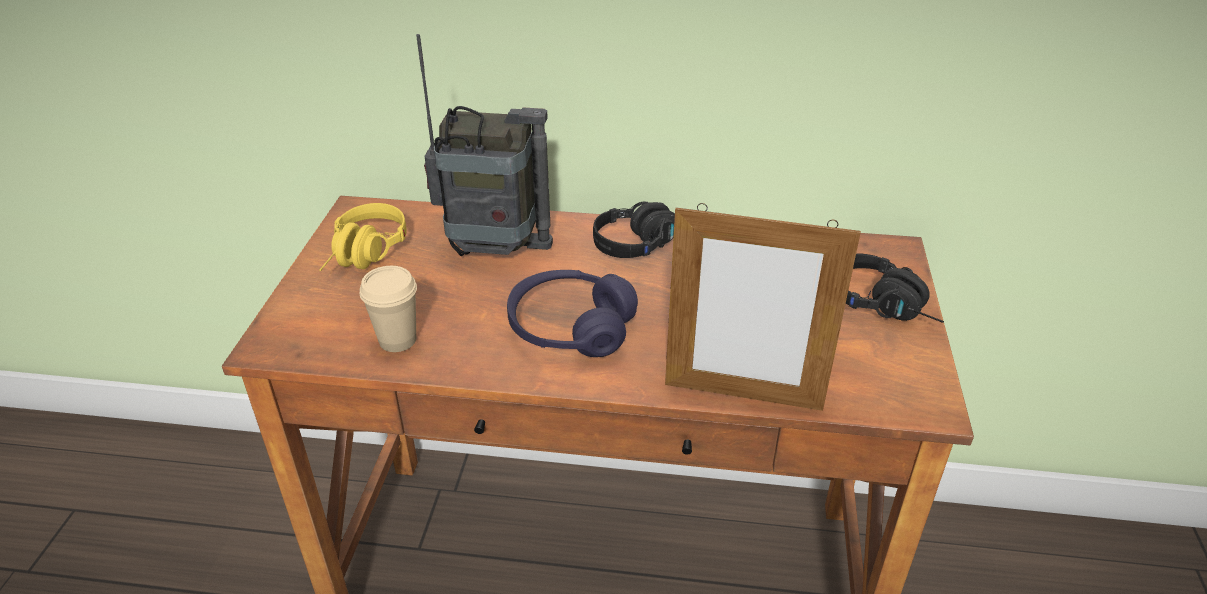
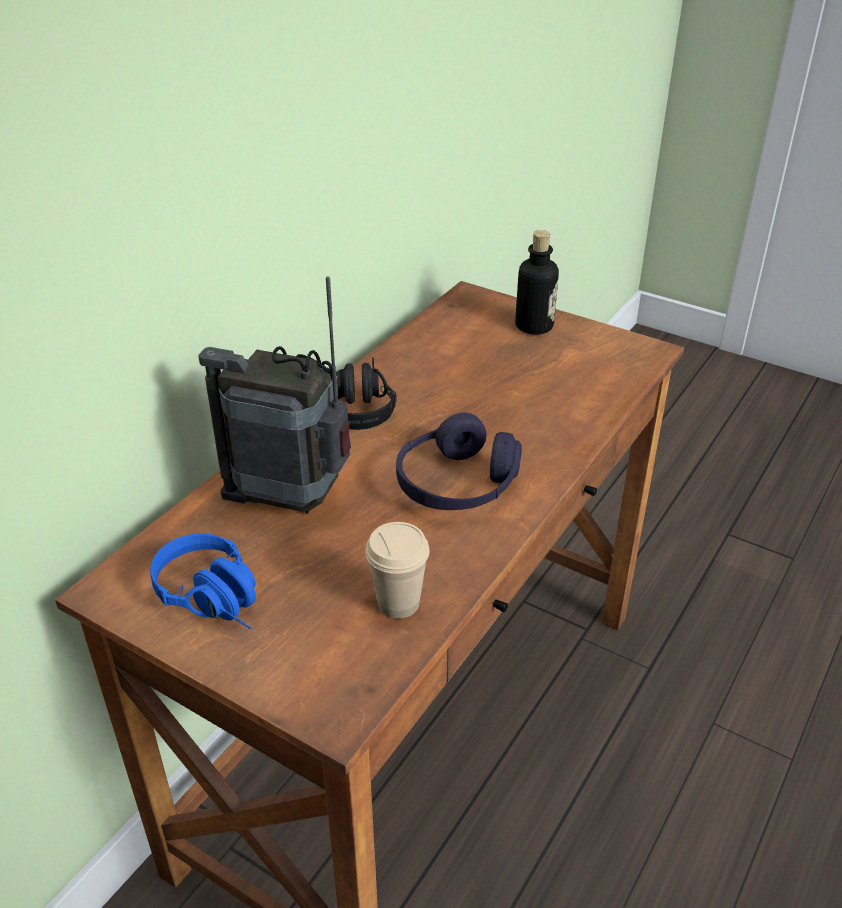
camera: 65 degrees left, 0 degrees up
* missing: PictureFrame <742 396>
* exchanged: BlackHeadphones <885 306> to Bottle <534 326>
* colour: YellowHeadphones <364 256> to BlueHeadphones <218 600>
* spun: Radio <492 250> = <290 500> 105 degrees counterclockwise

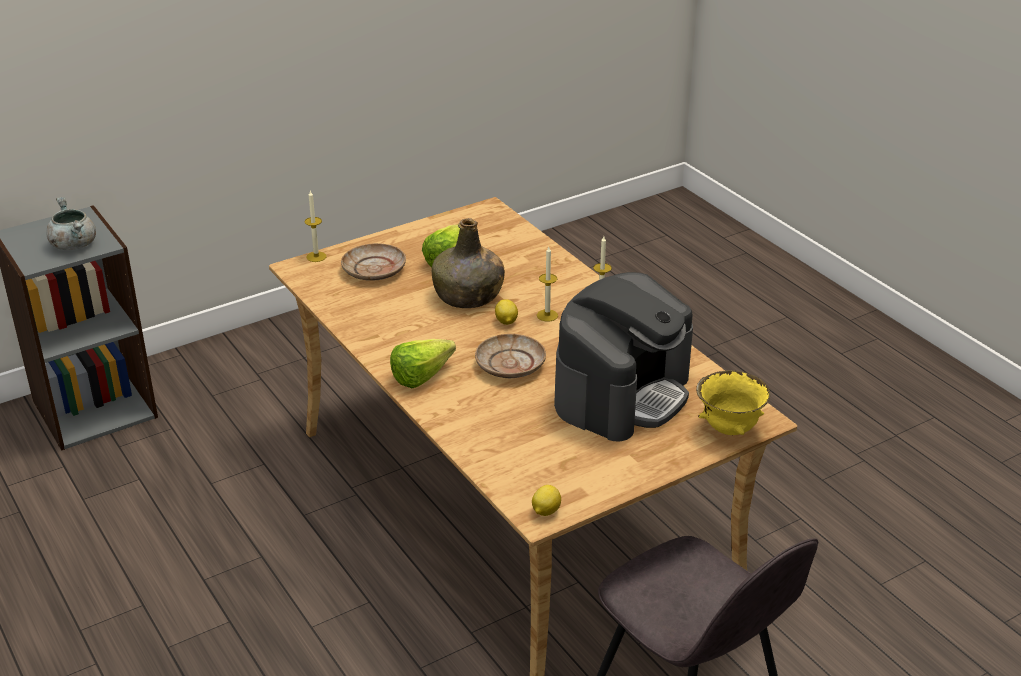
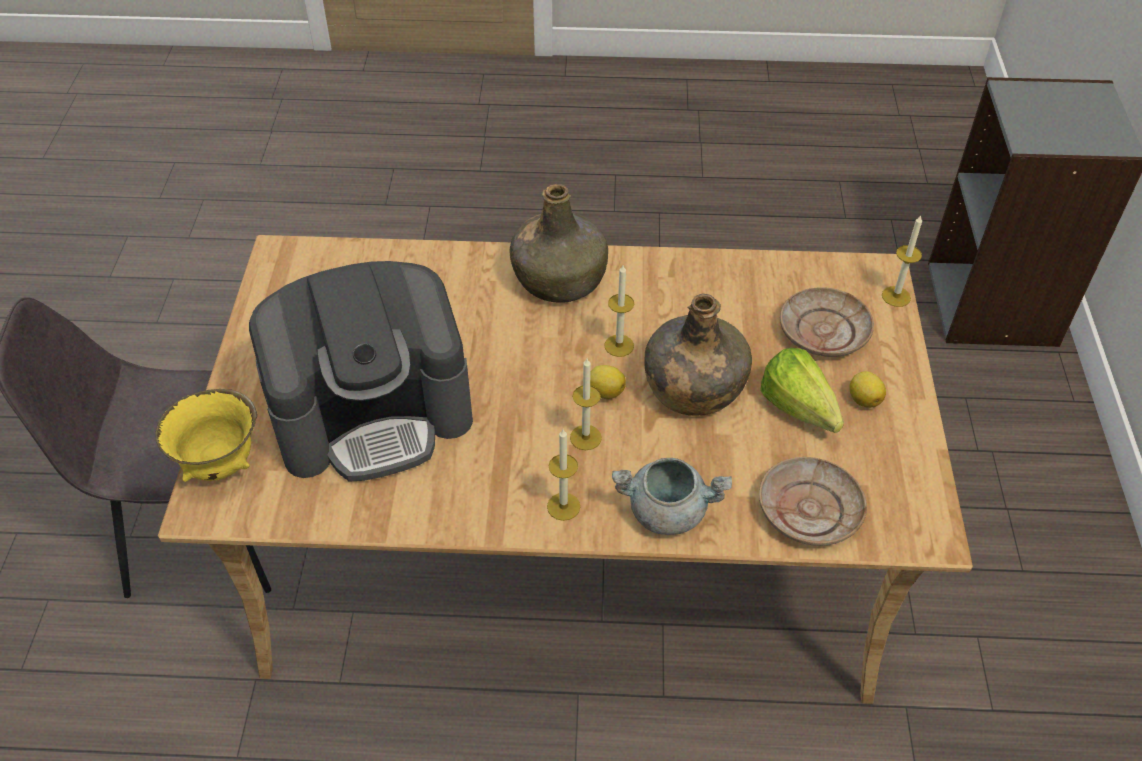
camera: 125 degrees right, 15 degrees up
* appeared: Candle <619 345>
* relocated: GreyCookingPot <73 245> to <667 511>
* relocated: BeigePlate <510 365> to <808 510>
* relocated: Lemon <545 511> to <863 399>
* exchanged: Lettuce <427 375> to GreenBottle <559 279>
* spun: CoffeeMachine <622 393> = <373 413> 90 degrees counterclockwise

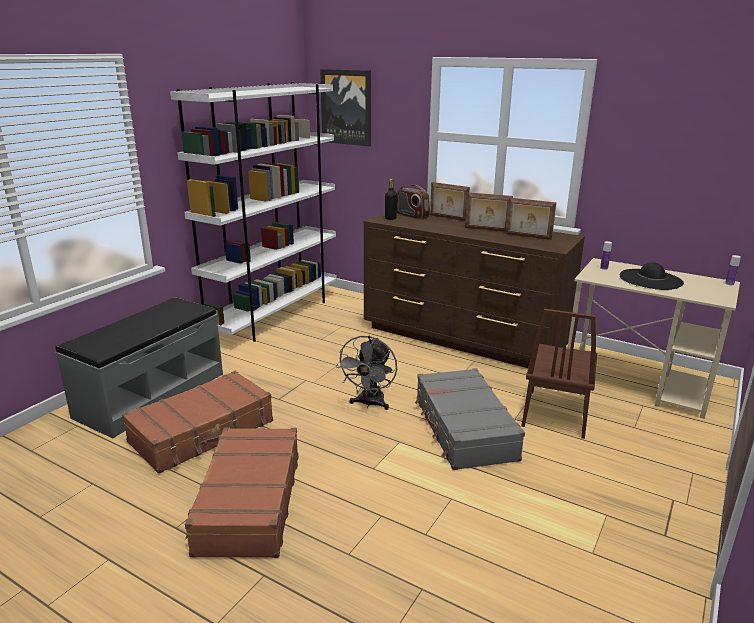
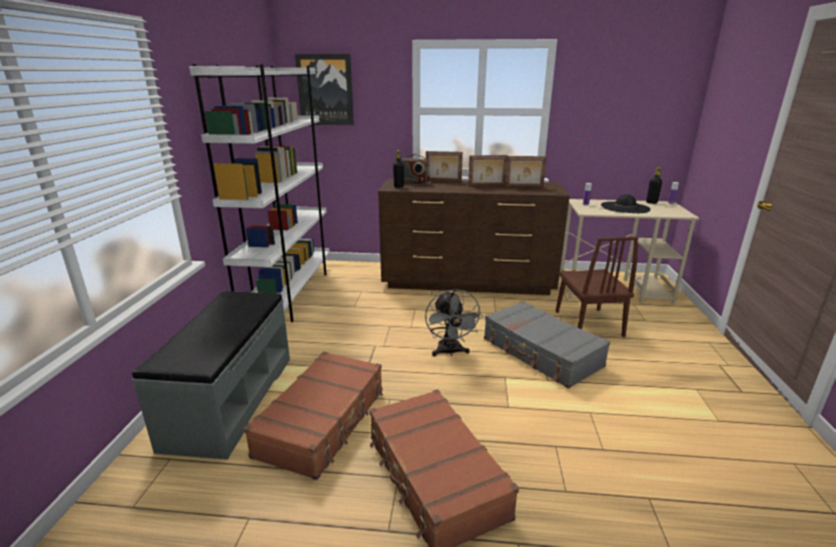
camera: 25 degrees left, 0 degrees up
* appeared: BlackBottle <651 202>

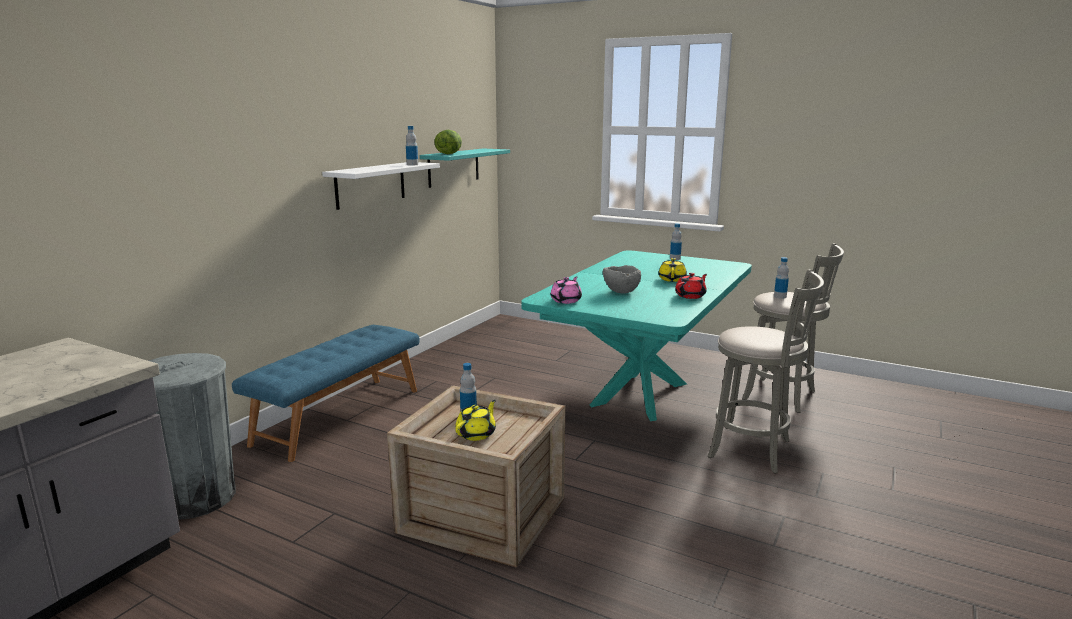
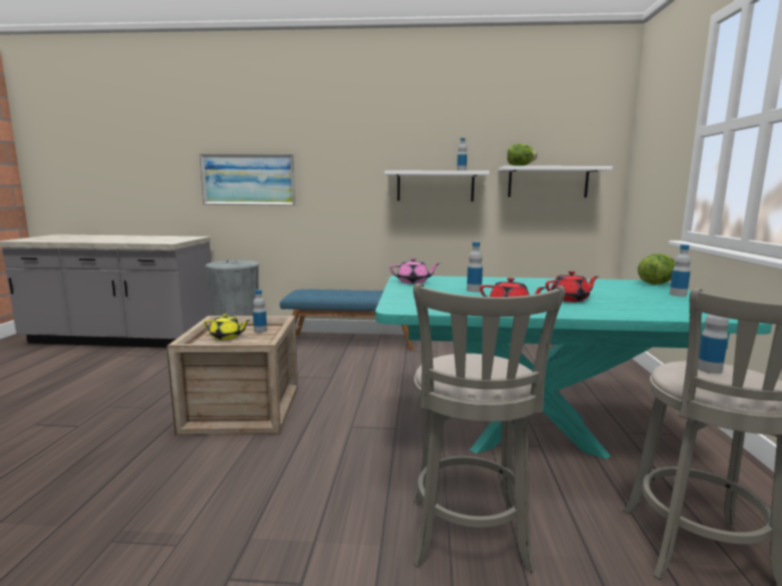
camera: 65 degrees right, 5 degrees down
* appeared: Picture <248 179>
* appeared: Lettuce <656 284>
* exchanged: GreyBowl <620 292> to Bottle <474 290>
* colour: TurquoiseShelf <453 167> to WhiteShelf <548 182>
* colour: YellowTeapot <672 279> to RedTeapot <570 299>

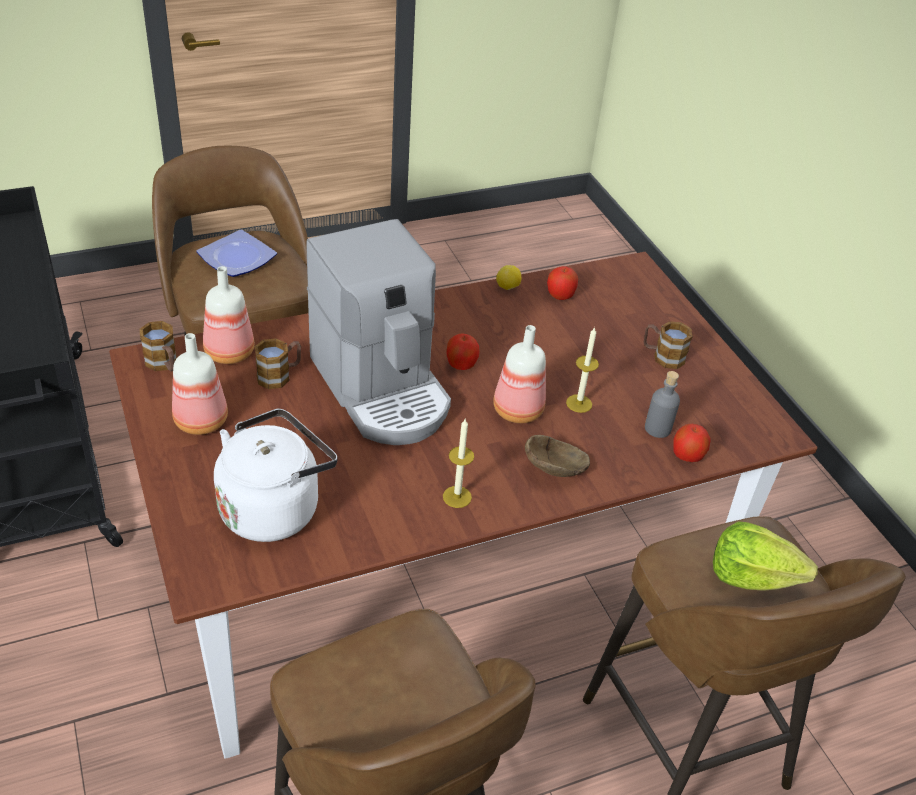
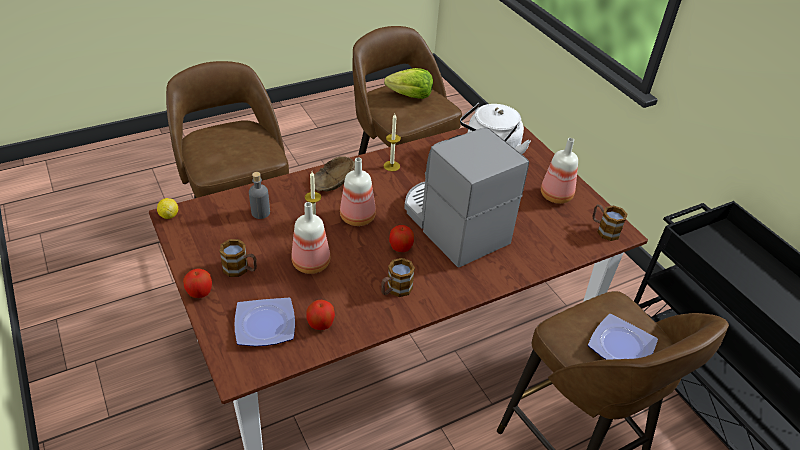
camera: 175 degrees right, 0 degrees up
* appeared: Plate <266 324>
* relocated: Bottle <228 353> to <311 262>
* relocated: Mug <279 375> to <395 290>
* relocated: Lemon <508 288> to <169 215>
* relocated: Apple <687 456> to <200 293>
* relocated: Lettuce <751 577> to <410 96>

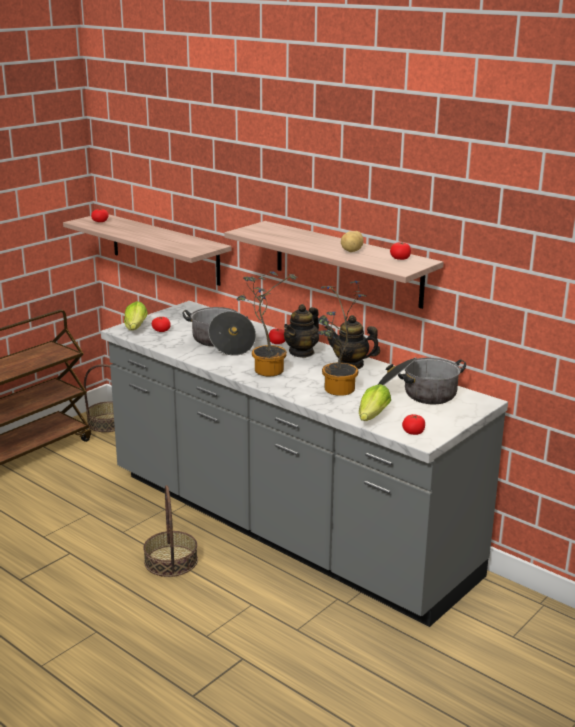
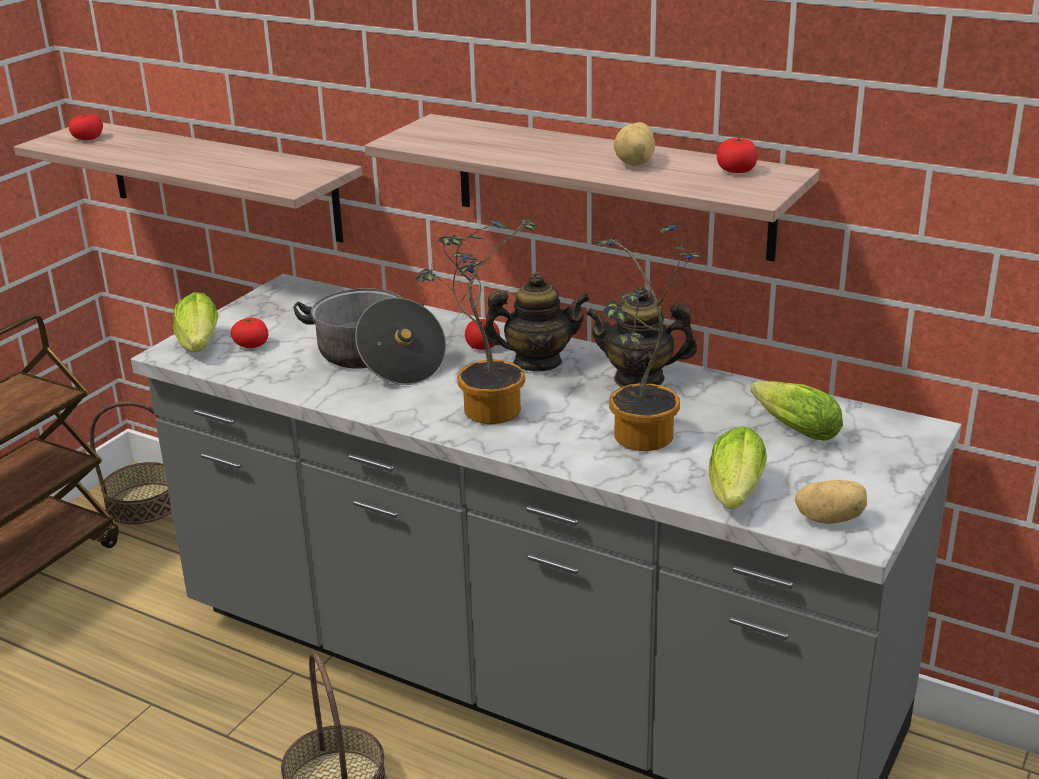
camera: 10 degrees left, 5 degrees up
* exchanged: CookingPot <417 394> to Lettuce <791 428>
* exchanged: Tomato <413 432> to Potato <829 519>
* spun: Teapot <302 352> = <537 362> 120 degrees counterclockwise

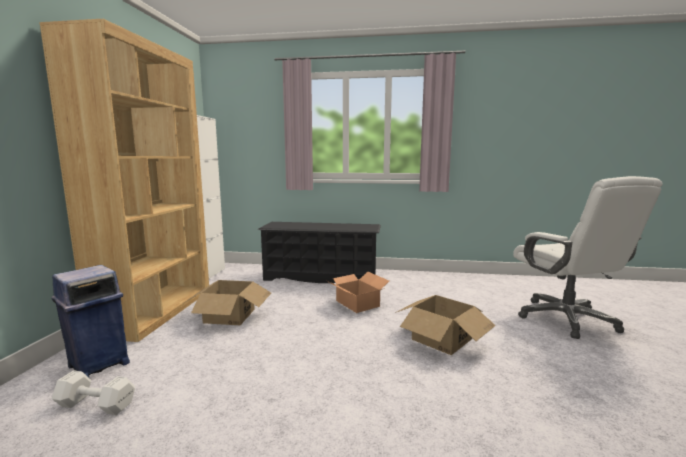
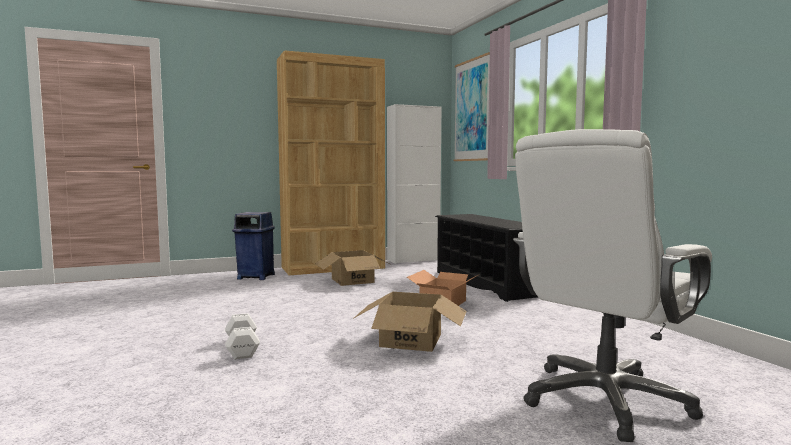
camera: 60 degrees right, 5 degrees down
* appeared: Picture <472 110>
* relocated: WhiteDumbbell <95 404> to <242 347>

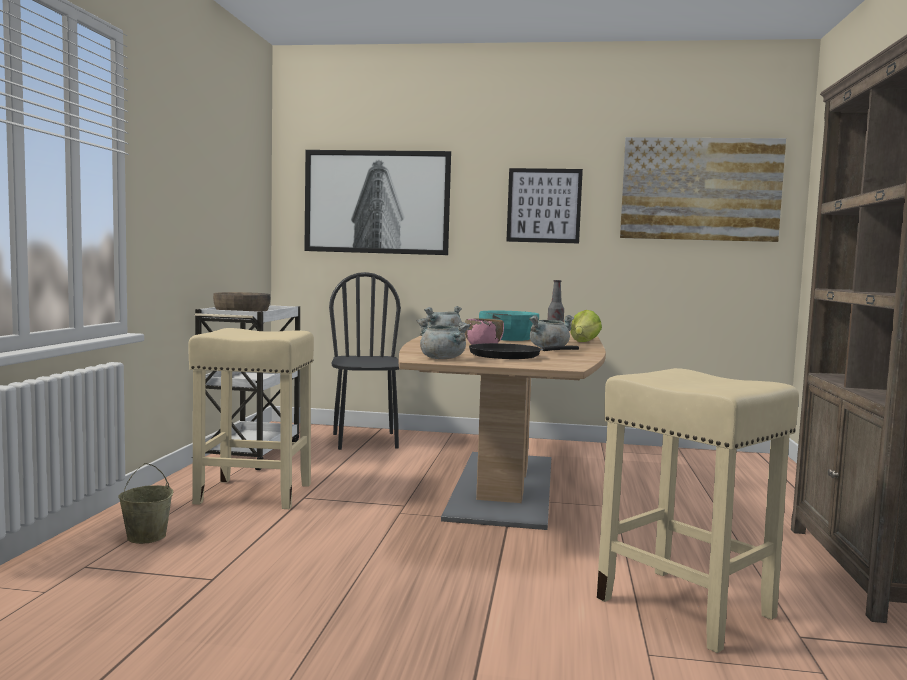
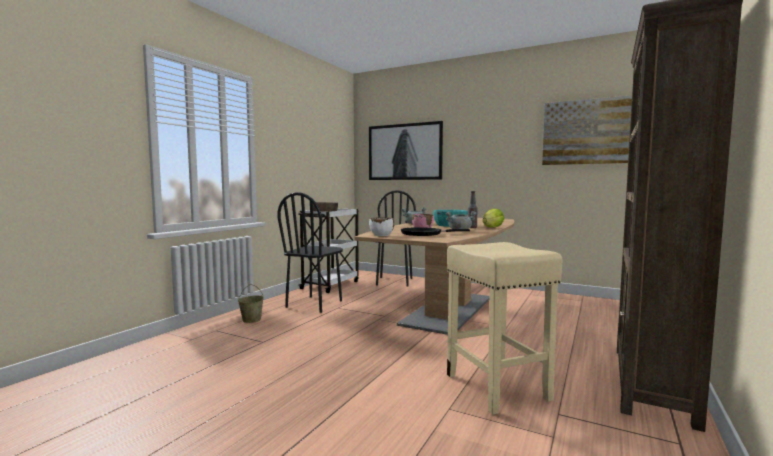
camera: 20 degrees right, 0 degrees up
* missing: Picture <544 205>
* exchanged: BeigeStool <252 494> to BlackChair <314 304>
* exchanged: GreyCookingPot <443 358> to WhiteBowl <381 235>

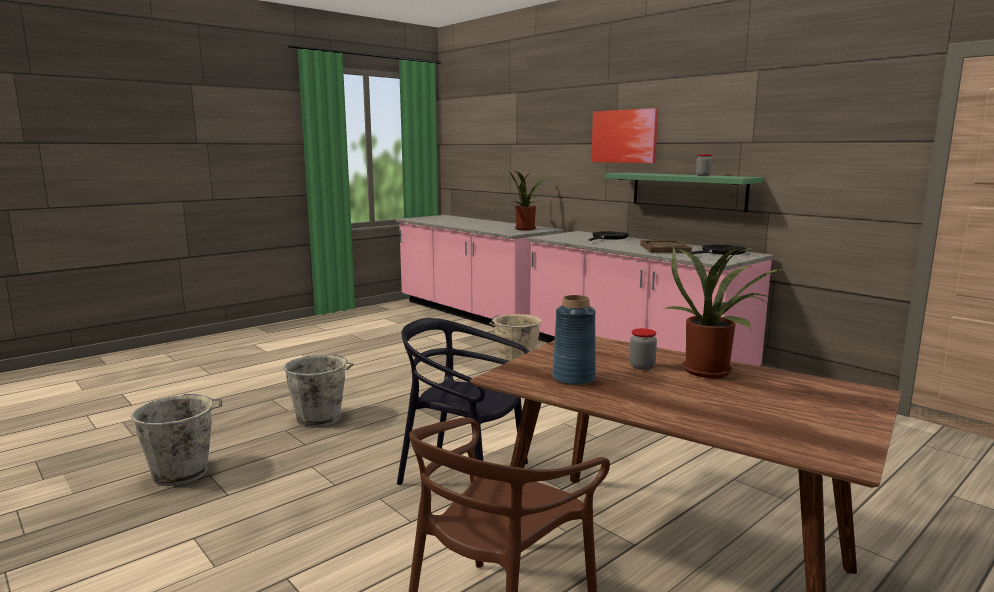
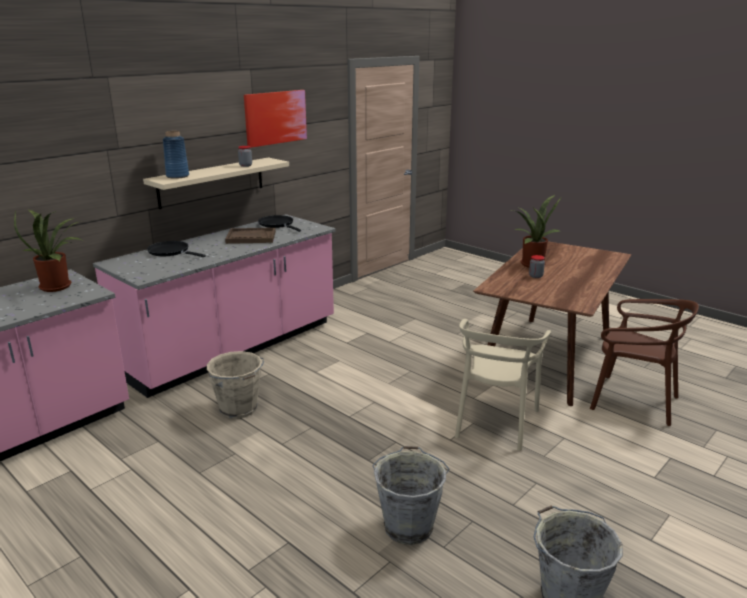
camera: 95 degrees left, 10 degrees up
* relocated: BlueVase <573 378> to <177 176>
* relocated: Picture <624 136> to <275 117>
* colour: BlackChair <464 476> to BeigeChair <494 422>
* colour: GreenShelf <688 191> to BeigeShelf <211 182>

